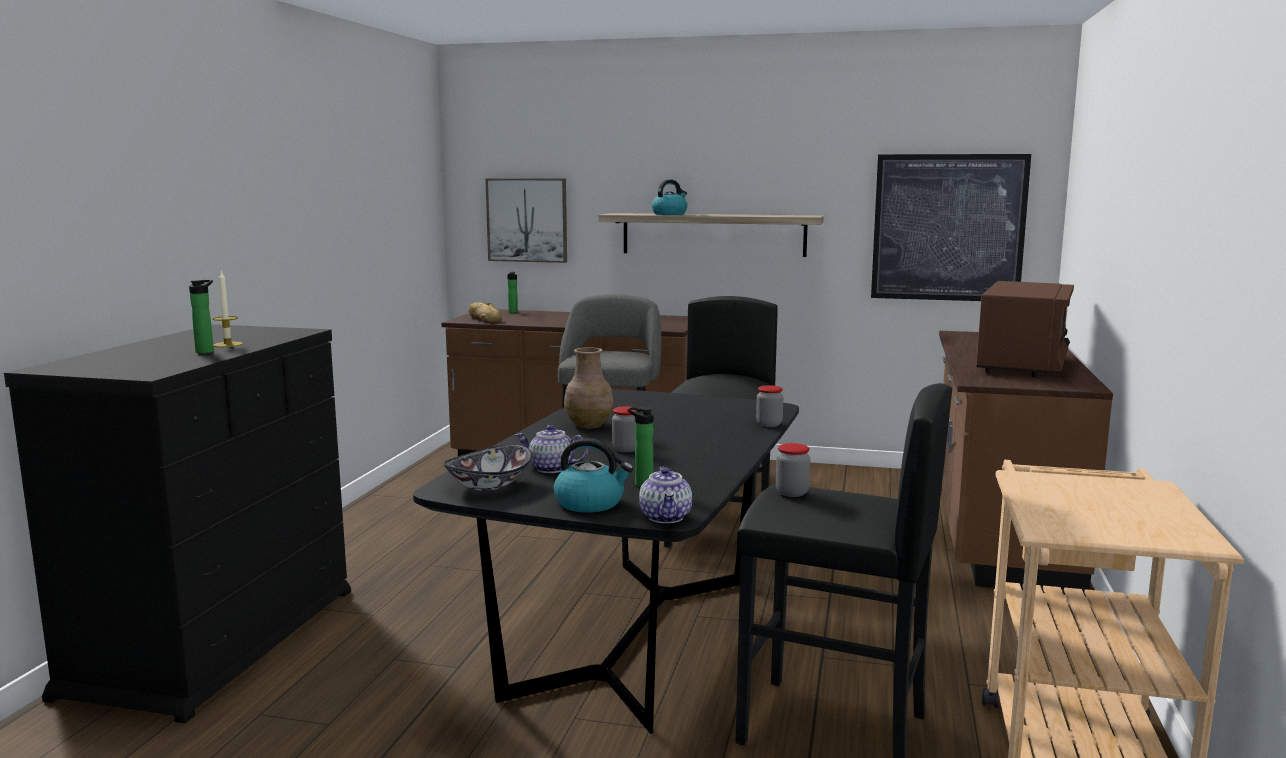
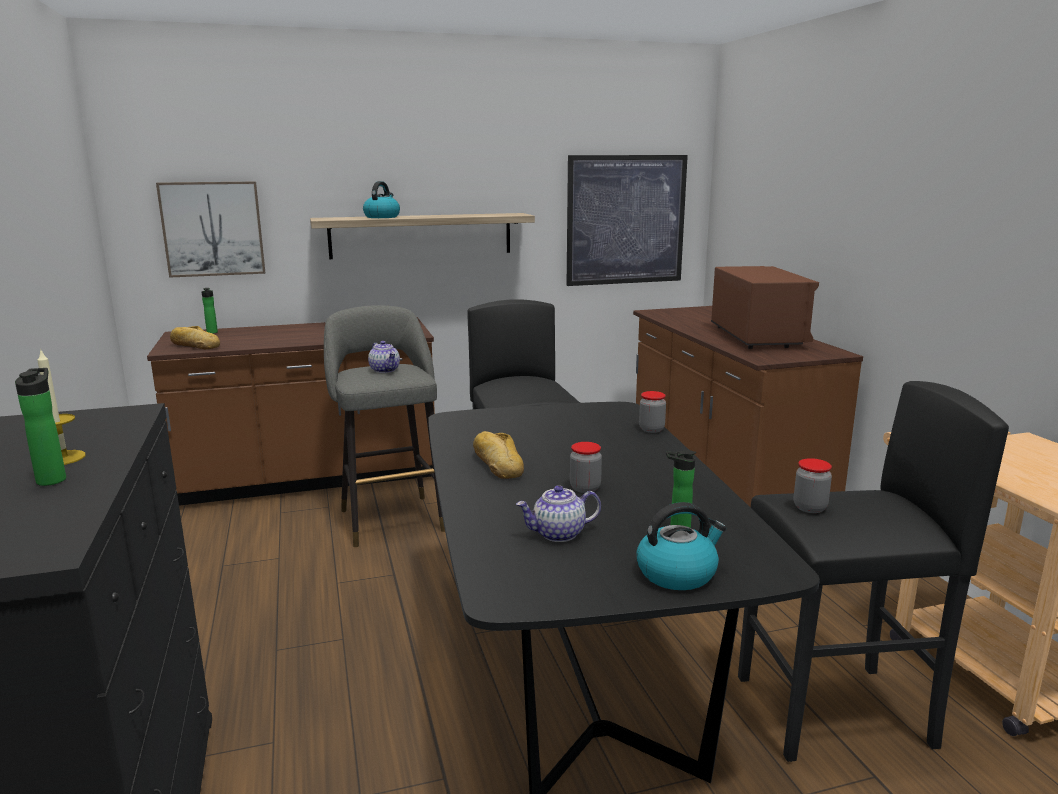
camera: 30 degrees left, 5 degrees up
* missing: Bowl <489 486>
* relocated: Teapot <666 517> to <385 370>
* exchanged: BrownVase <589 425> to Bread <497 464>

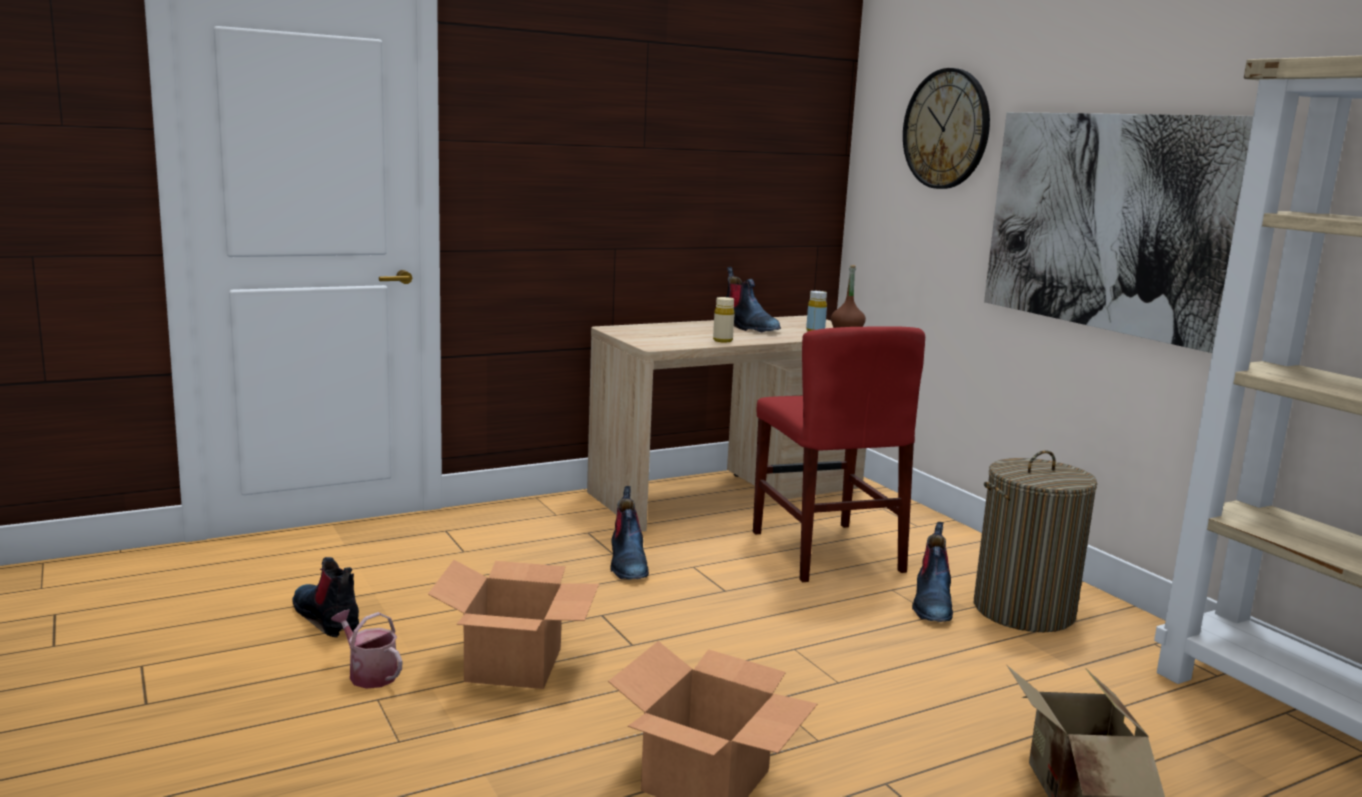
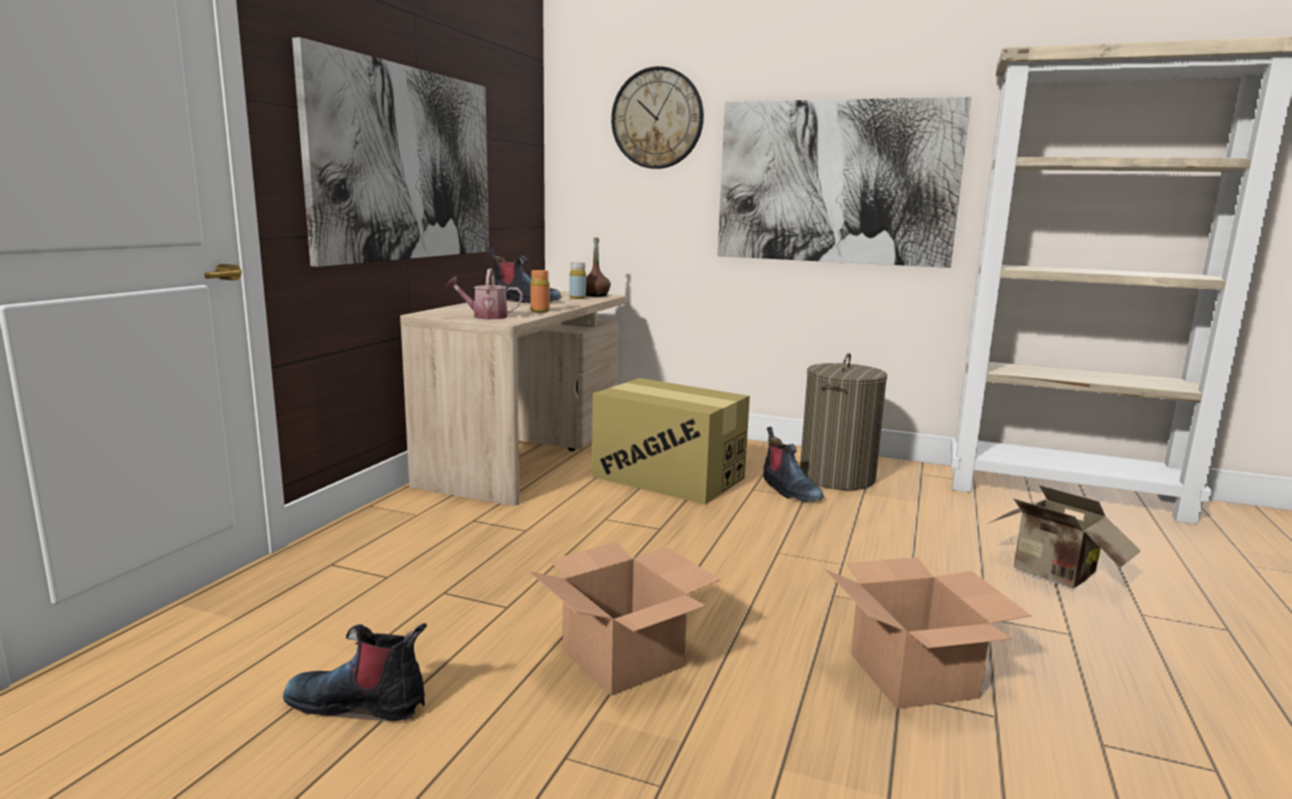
camera: 40 degrees left, 0 degrees up
* missing: Boot <627 563>
* appeared: Picture <405 164>
* relocated: WateringCan <369 674> to <485 316>
* exchanged: RedChair <825 551> to CardboardBox <669 477>
* colour: BeigeBottle <722 340> to OrangeBottle <540 311>

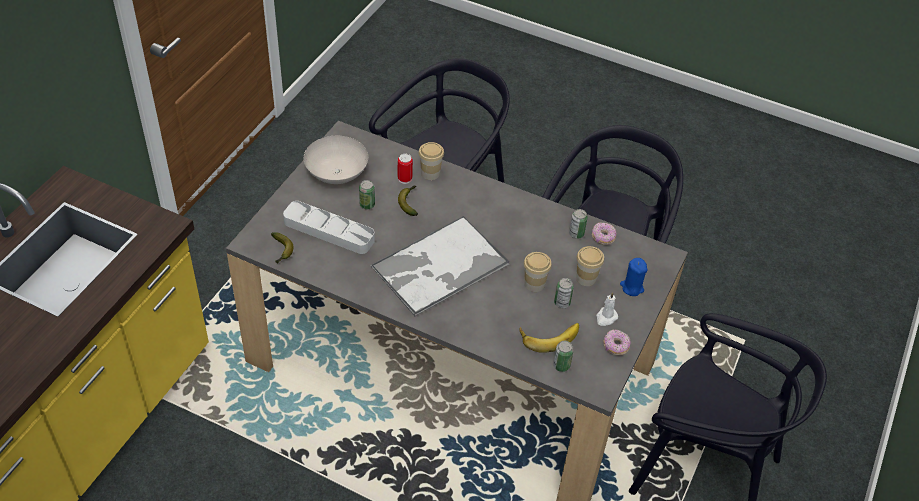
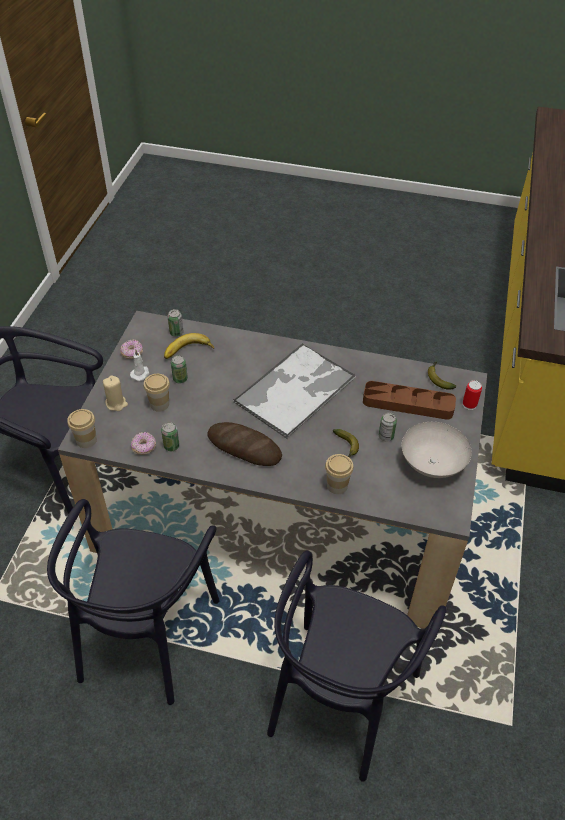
camera: 170 degrees right, 0 degrees up
* appeared: Bread <244 447>
* relocated: Can <404 178> to <469 404>
* relocated: Cup <534 284> to <86 440>
* colour: GreyTray <329 231> to BrownTray <408 404>
* colour: BlueCandle <632 287> to BeigeCandle <116 403>

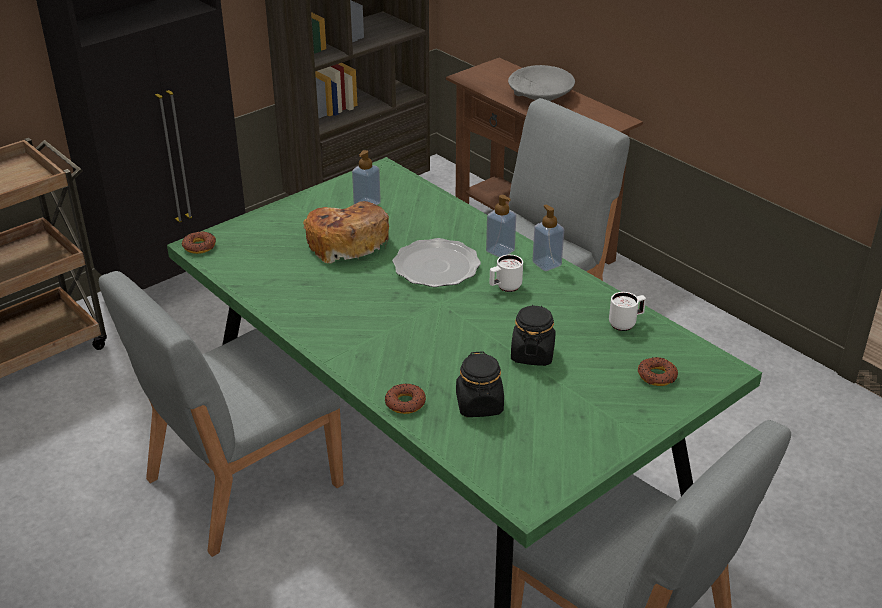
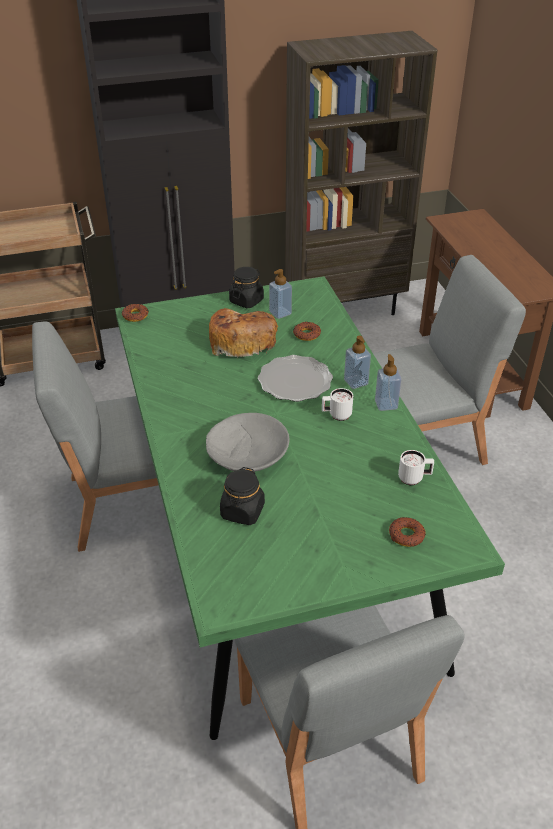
camera: 25 degrees right, 5 degrees up
* relocated: Donut <405 403> to <306 334>
* relocated: GreyBowl <541 96> to <249 456>
* relocated: BlackJar <532 354> to <246 300>

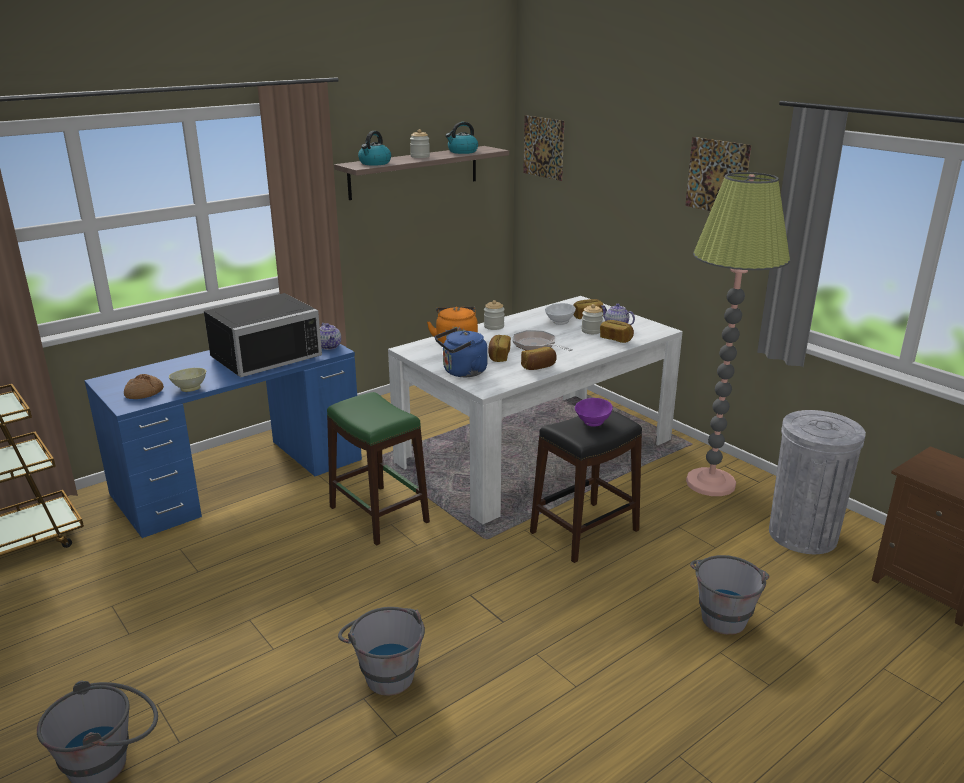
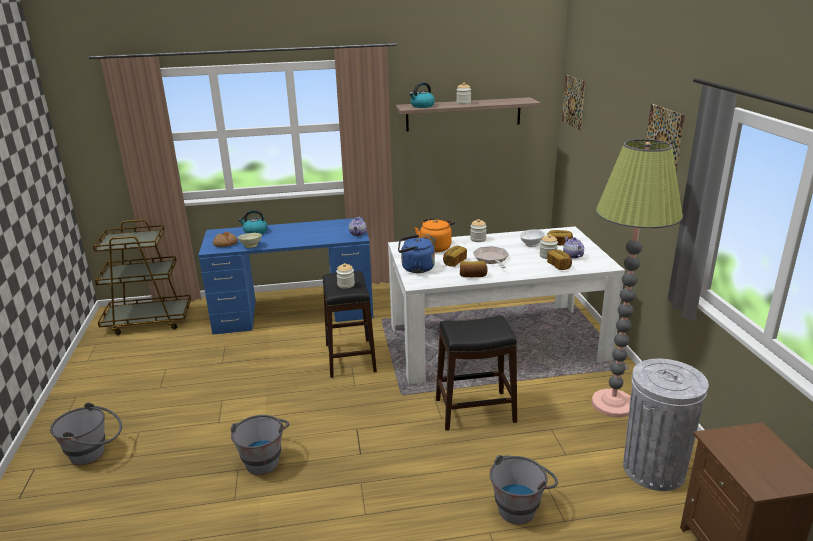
camera: 30 degrees right, 0 degrees up
* missing: BlackMicrowave <263 356>
* missing: PurpleBowl <592 422>
* appeared: Jar <346 285>
* relocated: Kettle <462 152> to <255 232>
* colour: GreenStool <378 515> to BlackStool <350 358>

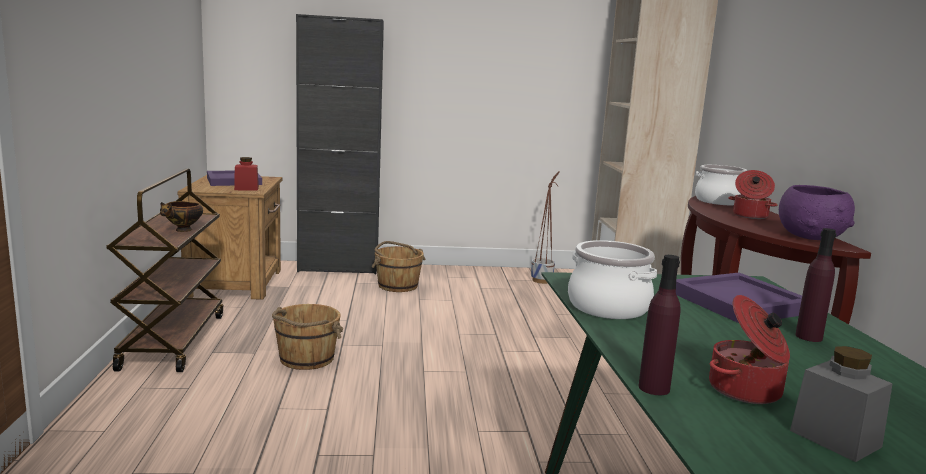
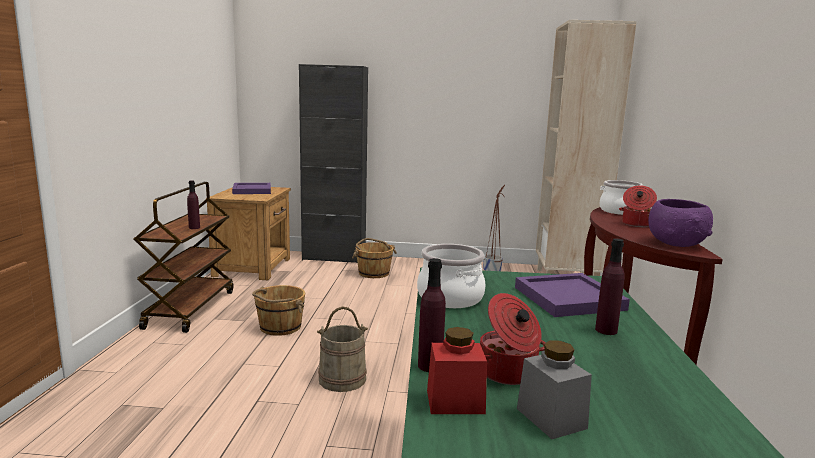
camera: 10 degrees right, 0 degrees up
* appeared: BeigeBucket <342 379>
* relocated: RedJar <246 188> to <455 402>
* exchanged: Bowl <183 230> to PurpleBottle <194 227>

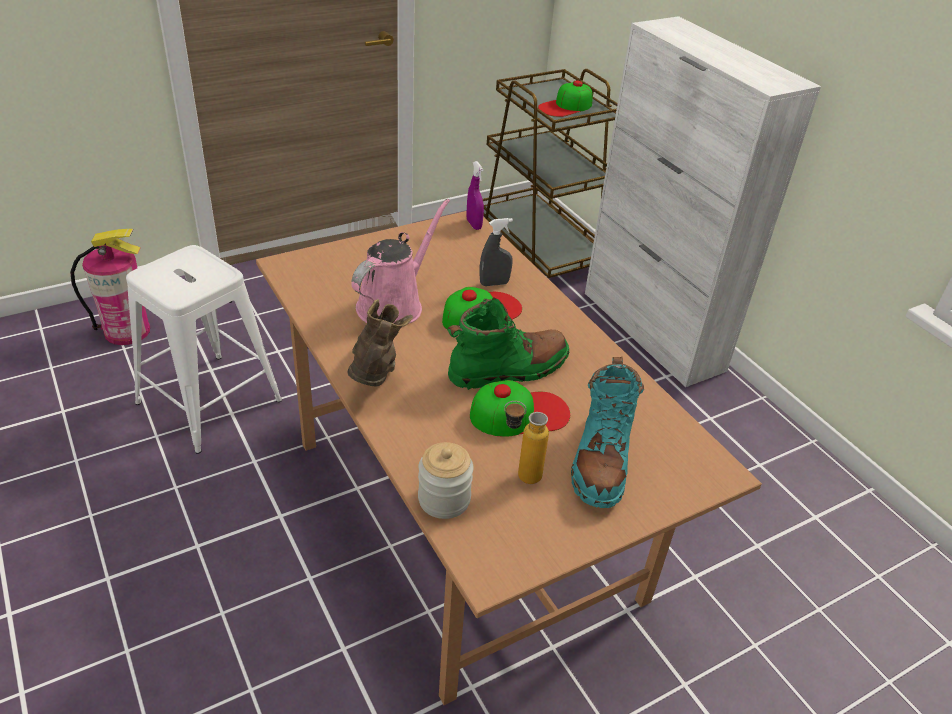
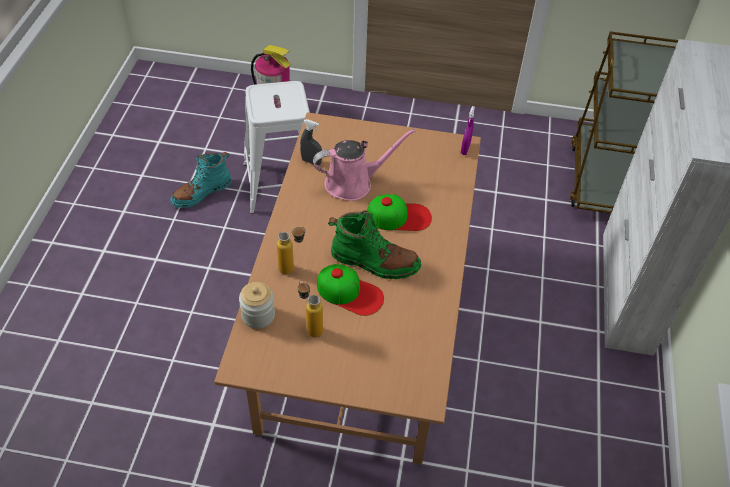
camera: 40 degrees right, 10 degrees up
* missing: BrownBoot <375 377>
* missing: Cap <566 106>
* appeared: Bottle <292 268>
* relocated: GreySprayBottle <494 283> to <311 161>
* relocated: TurquoiseBoot <601 460> to <202 193>

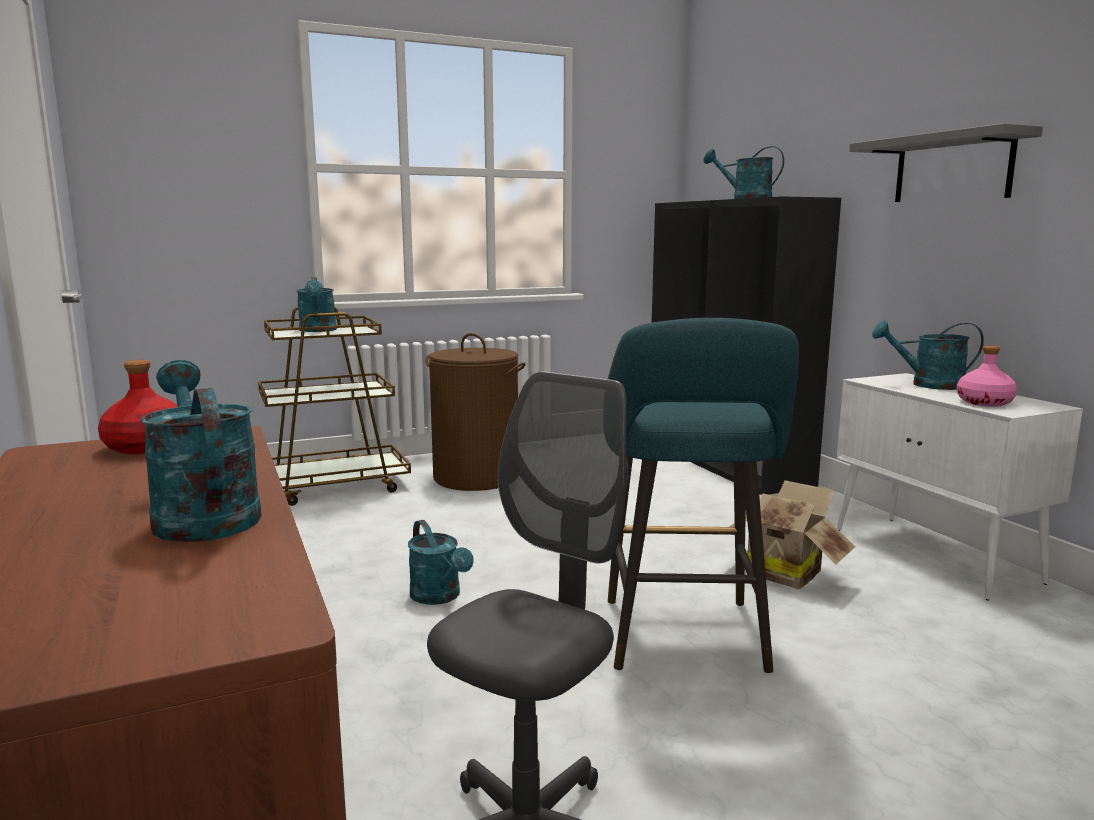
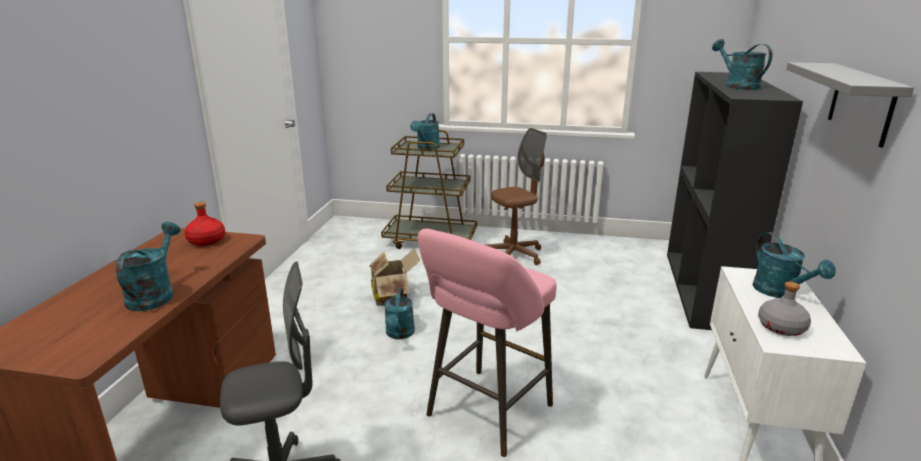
camera: 35 degrees right, 10 degrees up
* relocated: CardboardBox <783 572> to <393 296>
* exchanged: BrownLaundryBasket <476 477> to BrownOfficeChair <514 255>
* colour: TurquoiseStool <685 640> to PinkStool <485 414>
* colour: PinkBottle <984 402> to GreyBottle <781 327>
* spun: TurquoiseWateringCan <928 385> = <780 292> 150 degrees counterclockwise

